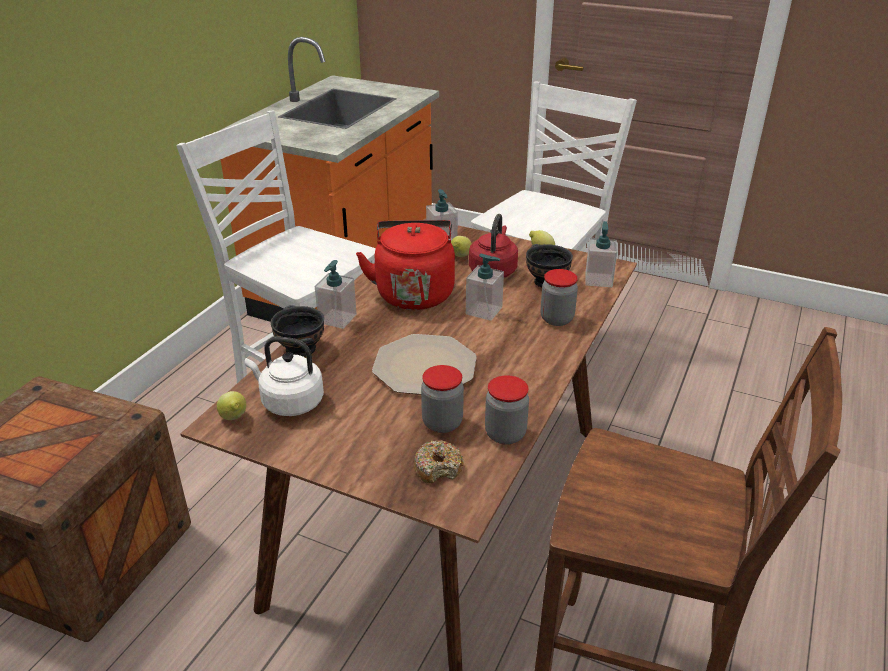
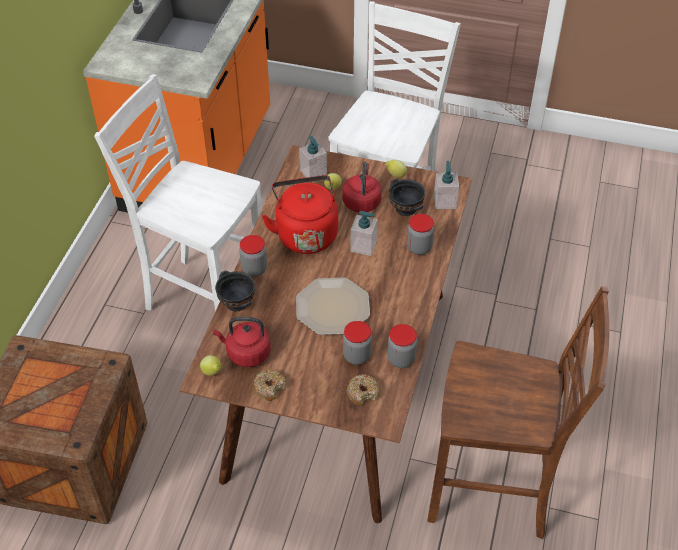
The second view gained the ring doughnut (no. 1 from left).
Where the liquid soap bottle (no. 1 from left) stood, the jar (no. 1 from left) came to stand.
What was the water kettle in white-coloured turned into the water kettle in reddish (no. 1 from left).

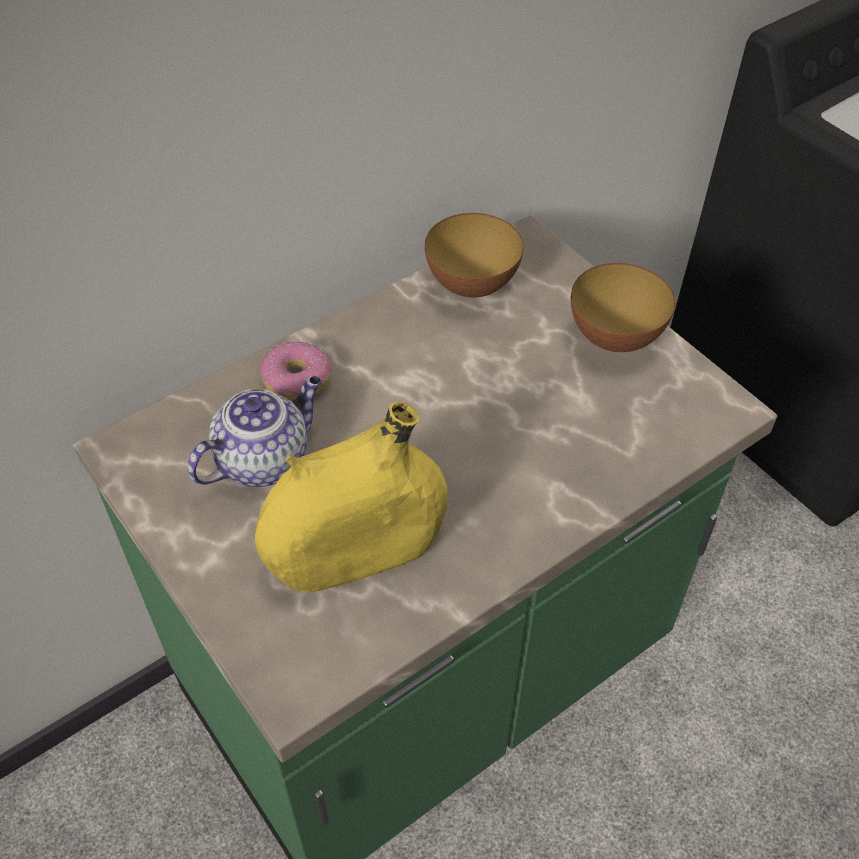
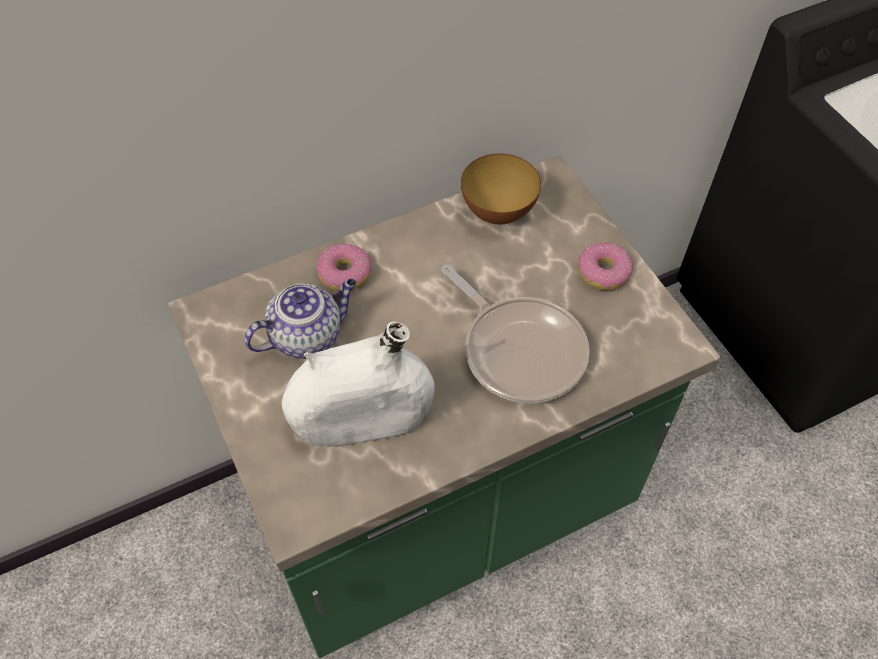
The second view gained the frying pan.
Where the bowl (no. 2 from left) stood, the ring doughnut (no. 2 from left) came to stand.
What was the flower vase in yellowish turned into the flower vase in white-coloured.

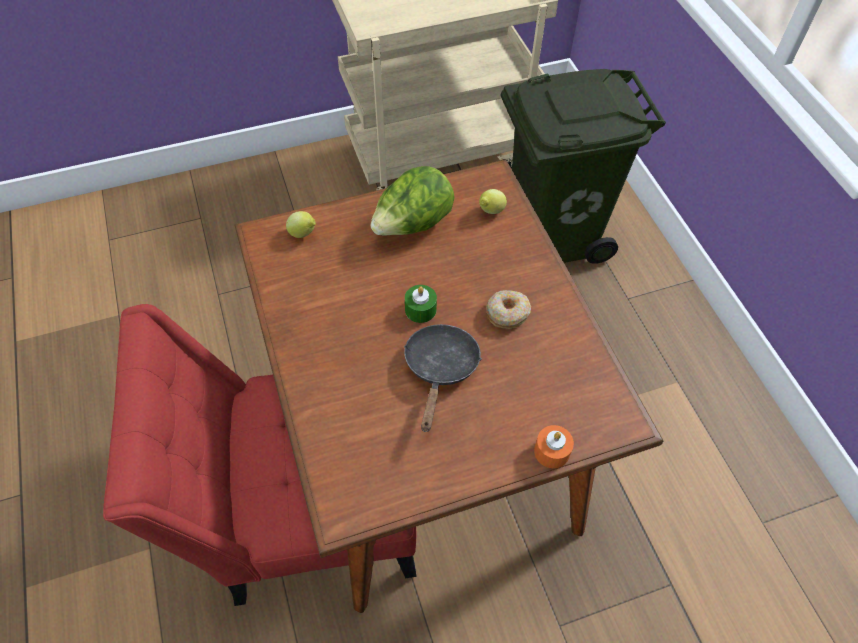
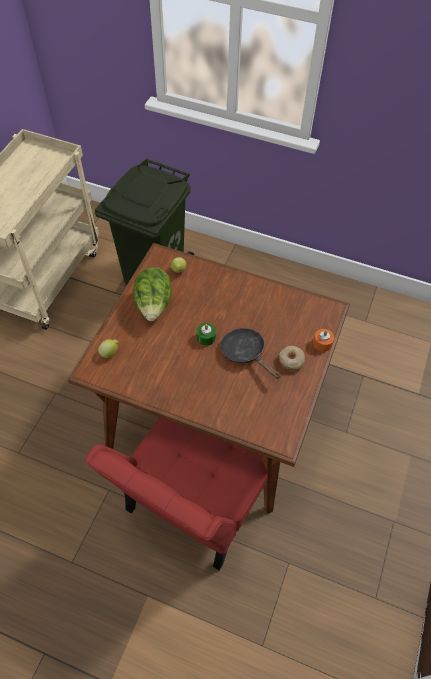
The ring doughnut ended up elsewhere.

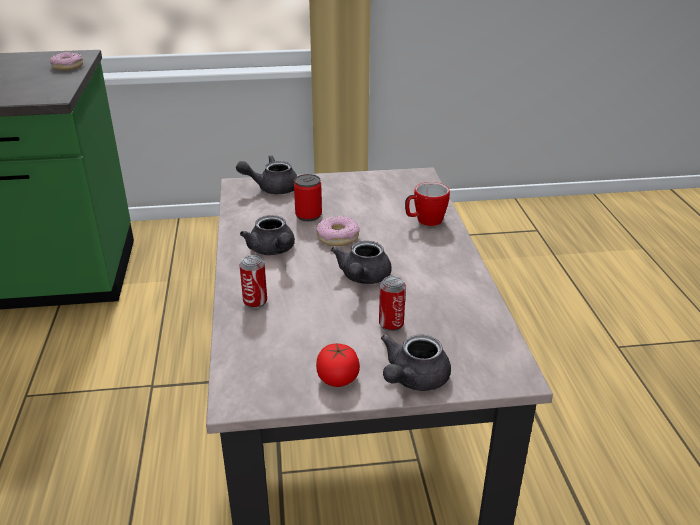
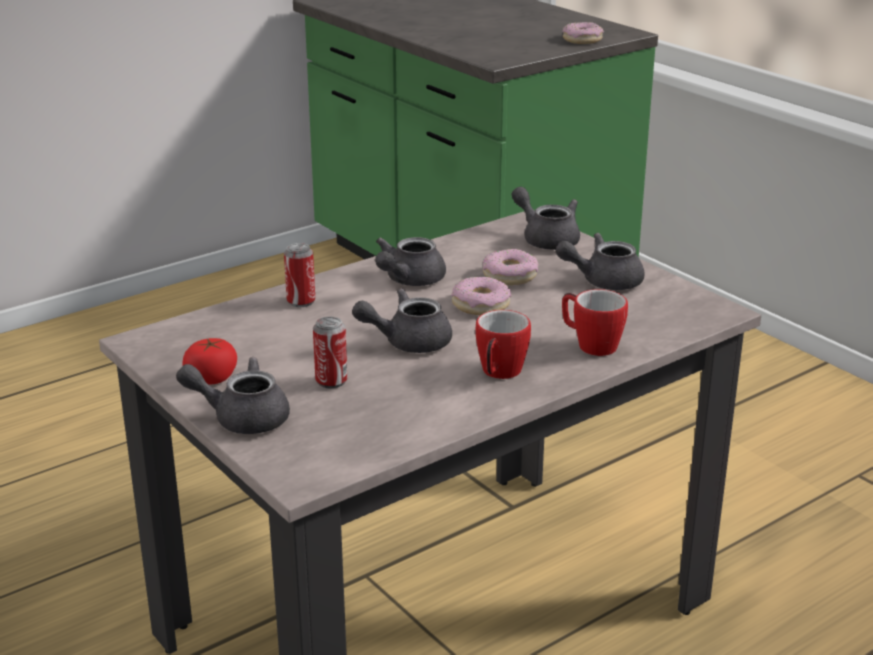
The second view gained the coffee mug (no. 1 from left).
The second view gained the pot for tea in greyish (no. 5 from left).
Where the sealed can (no. 2 from left) stood, the ring doughnut (no. 2 from left) came to stand.

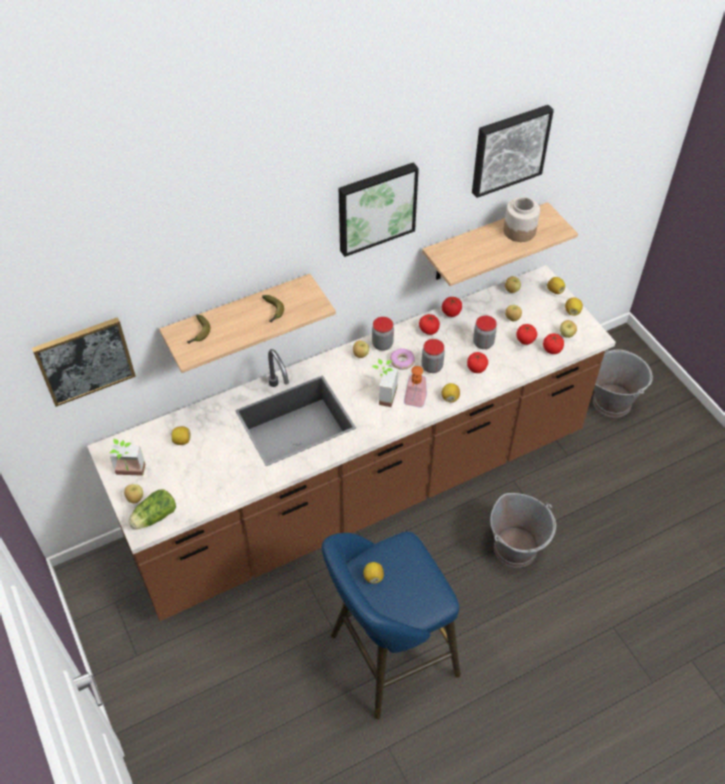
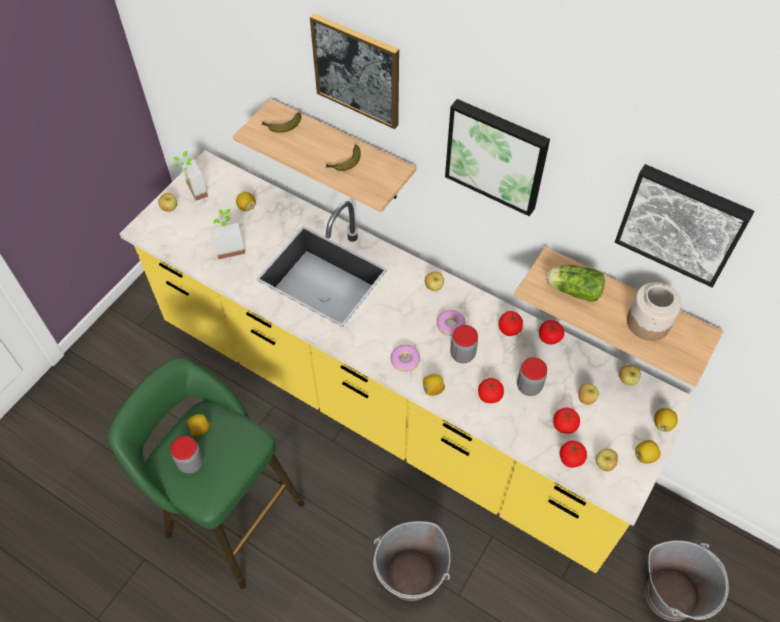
The wall picture (no. 1 from left) ended up elsewhere.
The head of lettuce ended up elsewhere.
The jar (no. 1 from left) ended up elsewhere.
The potted plant (no. 2 from left) ended up elsewhere.
Where the liquid soap bottle stood, the ring doughnut (no. 1 from left) came to stand.
What was the kitchen counter in brown turned into the kitchen counter in yellowish.
What was the sitting stool in blue turned into the sitting stool in green-coloured.

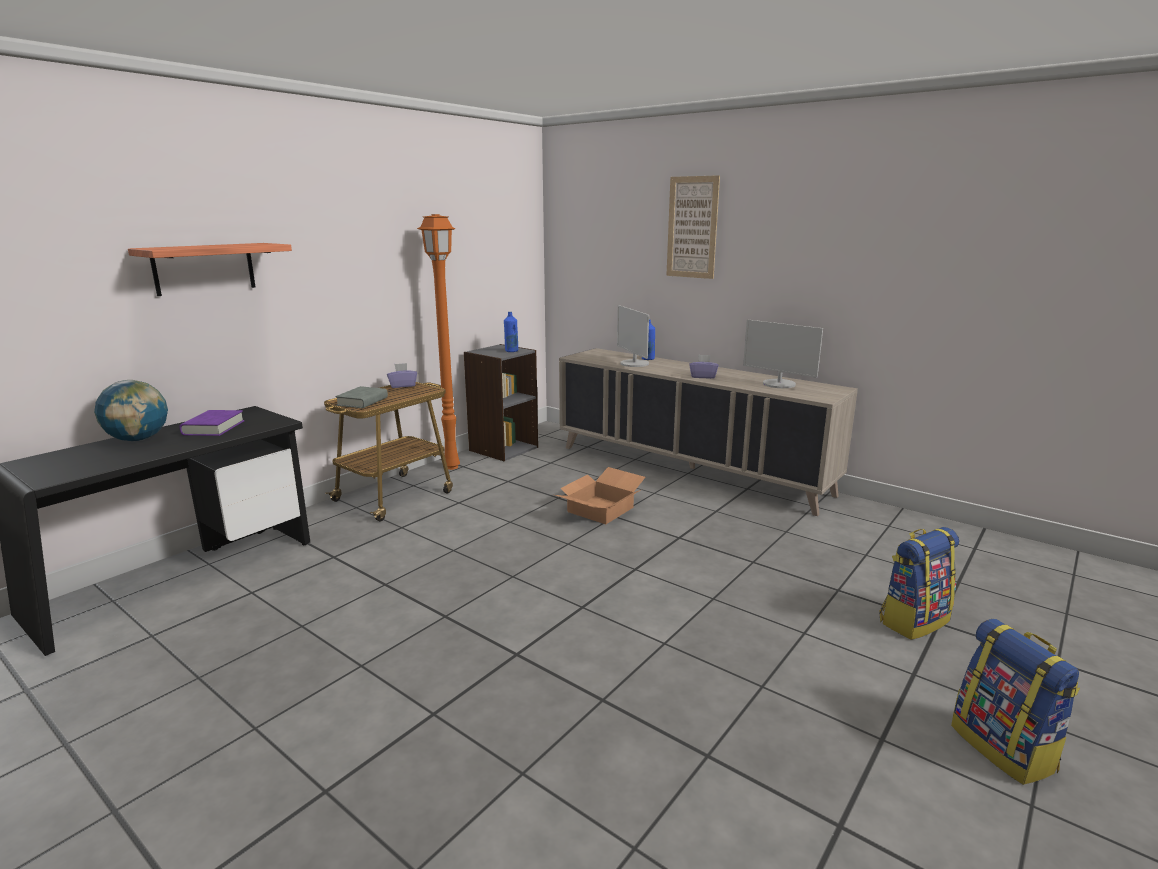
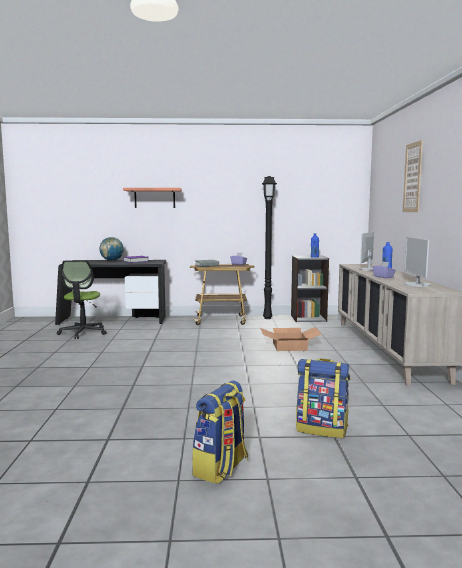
The second view gained the desk chair.
What was the standard lamp in orange turned into the standard lamp in black.

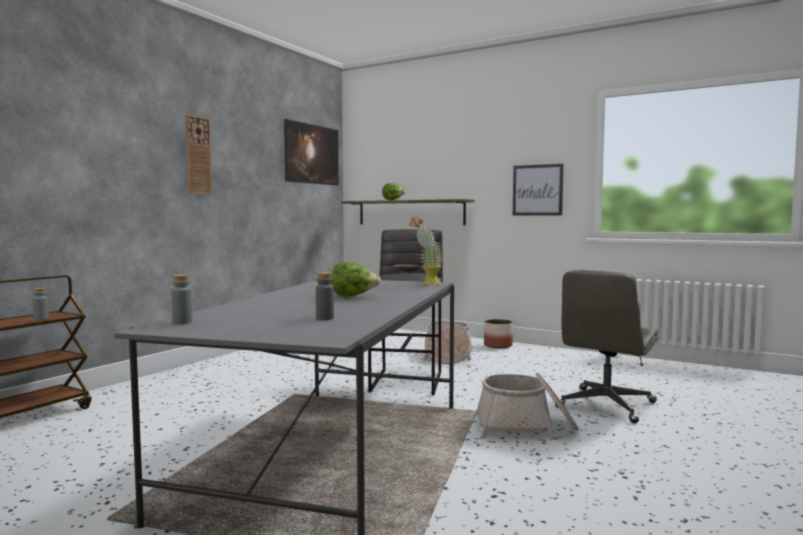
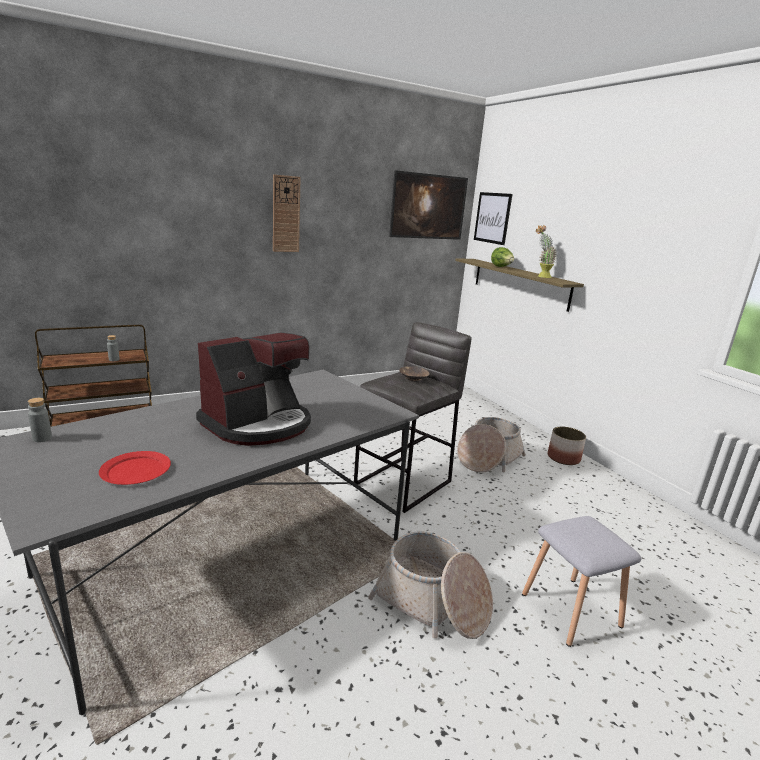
The potted plant ended up elsewhere.
The wall picture (no. 2 from left) ended up elsewhere.
Where the beverage bottle in greyish (no. 3 from left) stood, the plate in reddish came to stand.
Where the head of lettuce (no. 1 from left) stood, the coffee maker came to stand.
Where the desk chair in greyish stood, the sitting stool in greyish (no. 2 from left) came to stand.

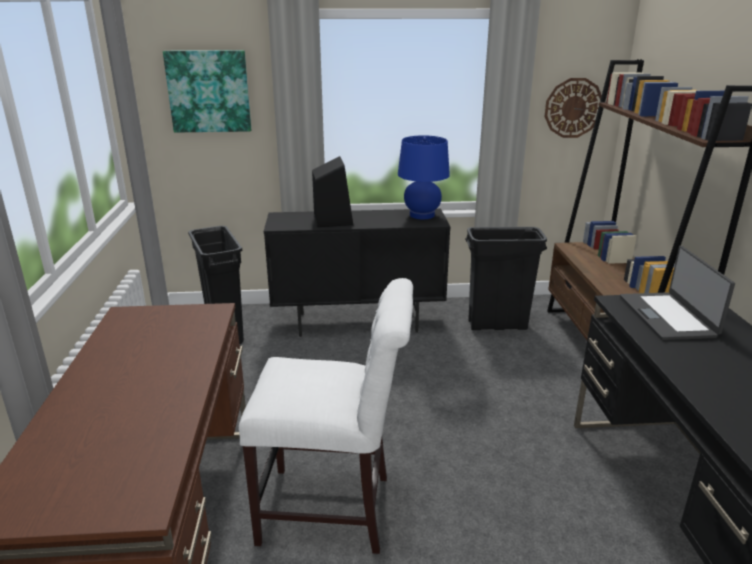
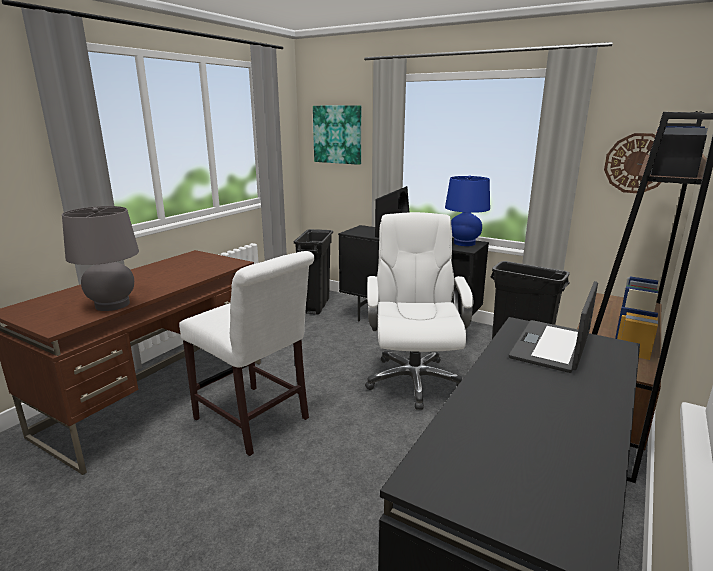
The second view gained the tabletop lamp in greyish.
The second view gained the desk chair in white-coloured.

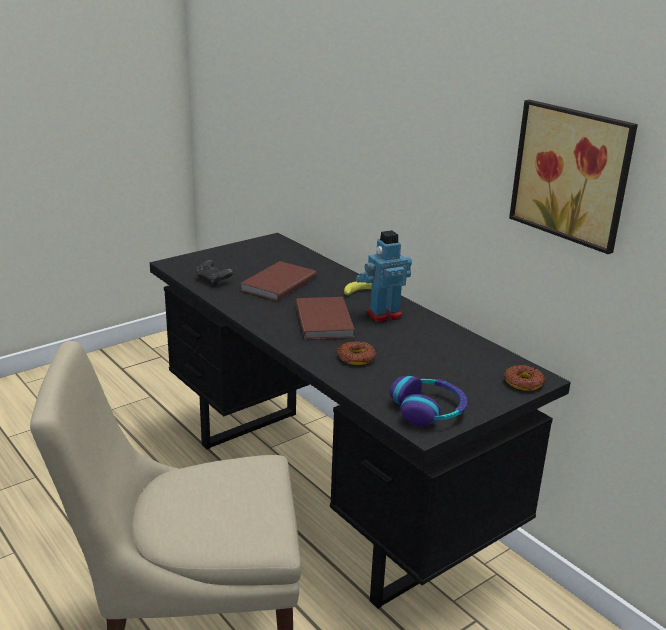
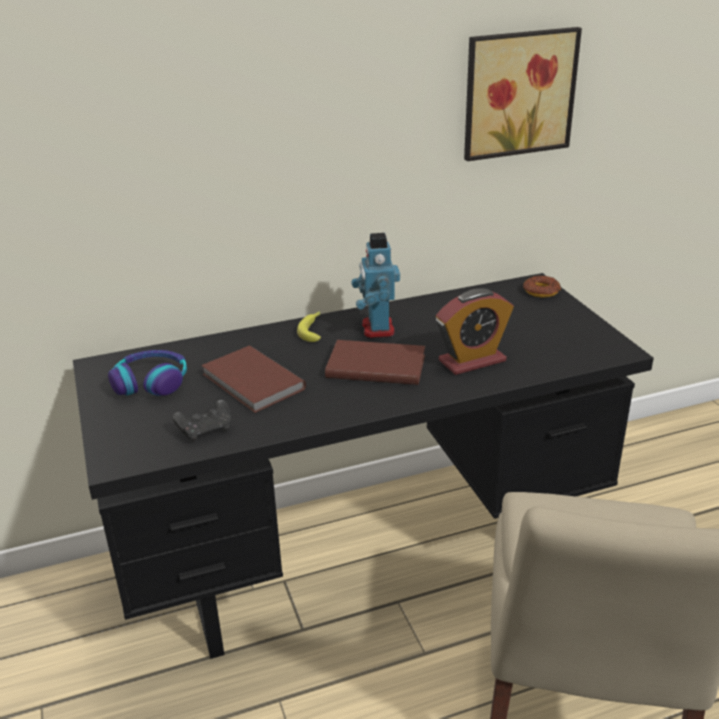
The headphones ended up elsewhere.
Where the ring doughnut (no. 1 from left) stood, the alarm clock came to stand.

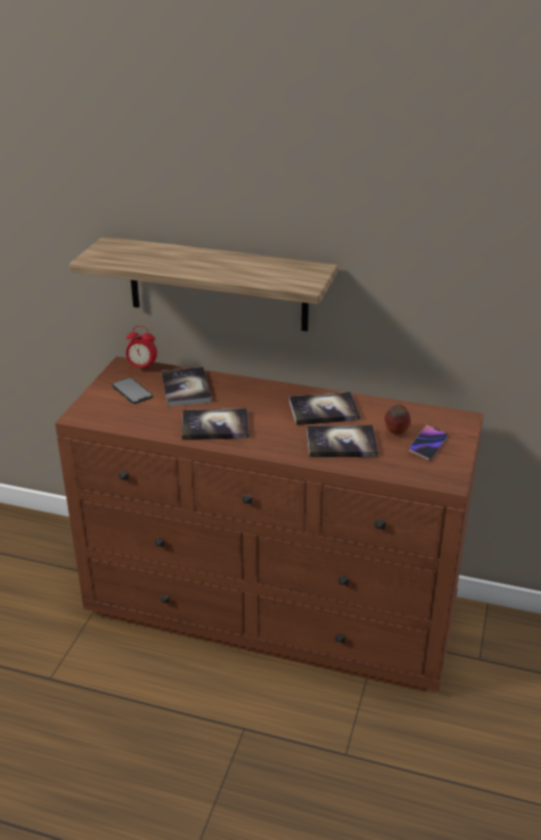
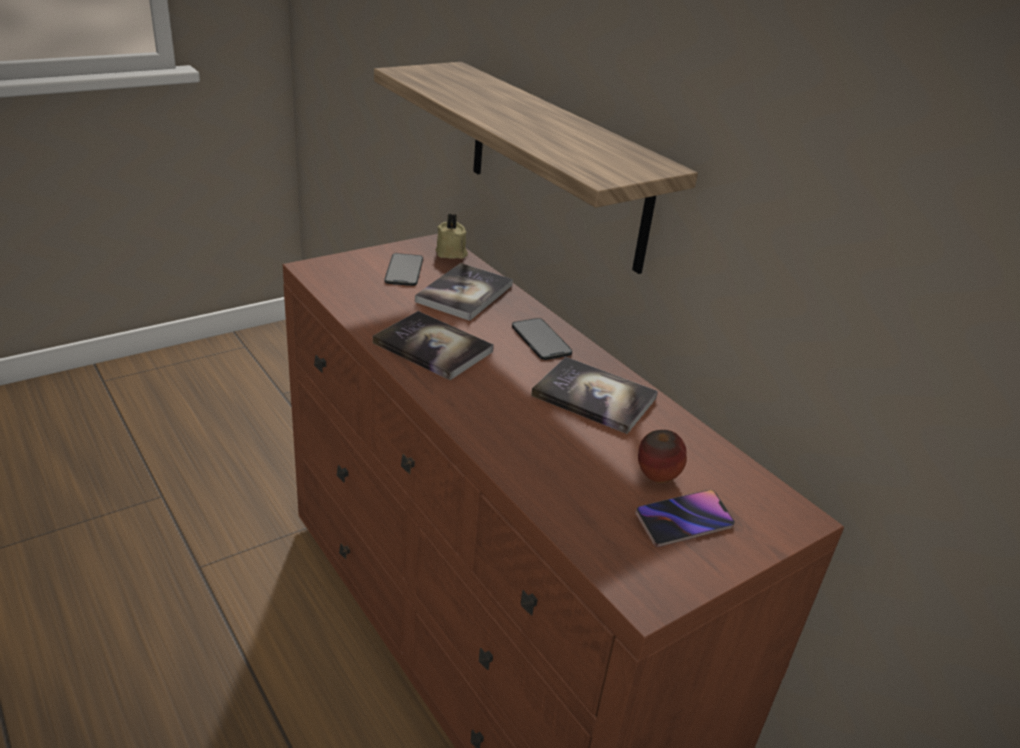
The second view lost the book (no. 4 from left).
The second view gained the handset (no. 2 from left).
Where the alarm clock stood, the wax candle in beige-coloured came to stand.

